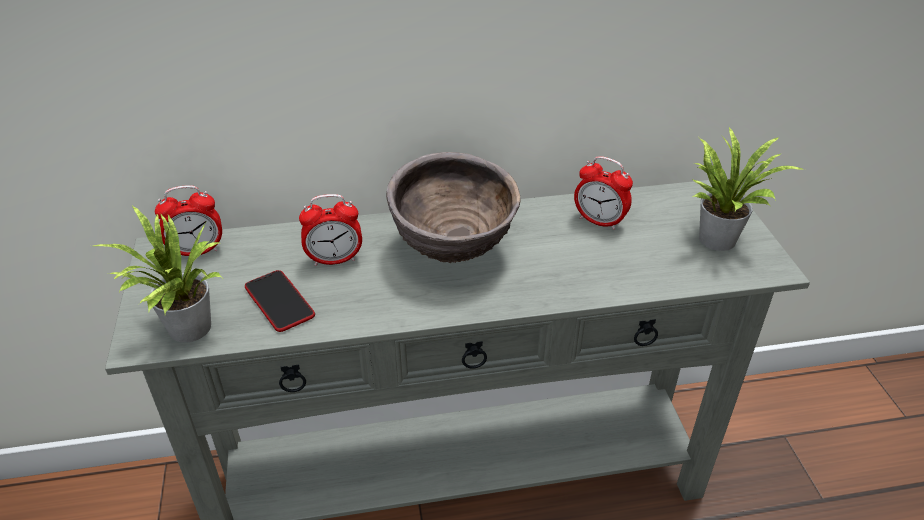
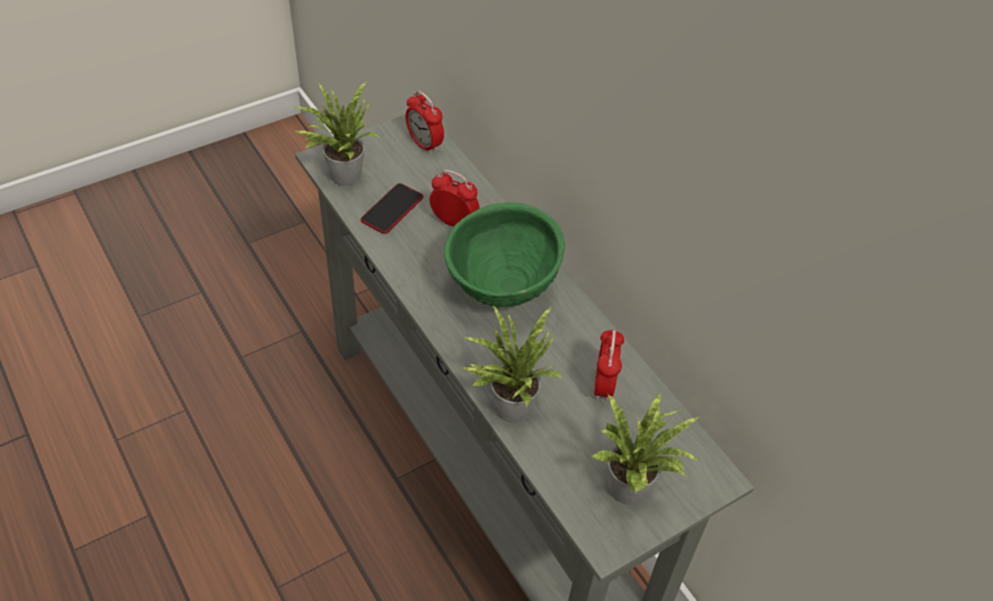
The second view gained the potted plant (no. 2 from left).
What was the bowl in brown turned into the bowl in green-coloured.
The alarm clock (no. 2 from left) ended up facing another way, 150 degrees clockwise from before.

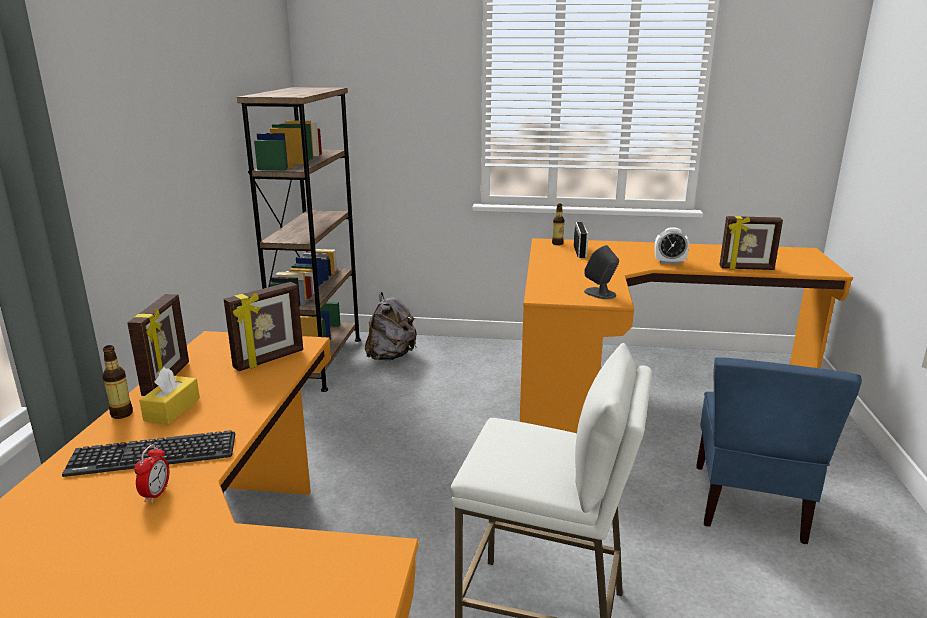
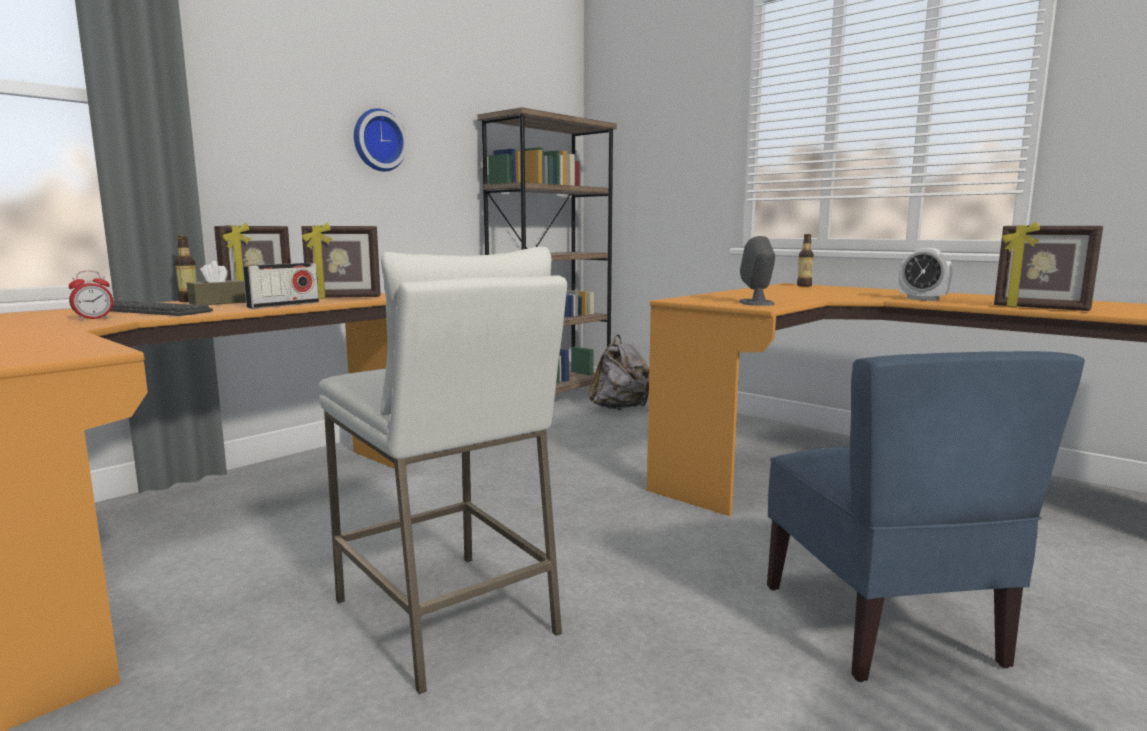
The second view gained the clock on the wall.
The radio ended up elsewhere.
What was the box of tissues in yellowish turned into the box of tissues in brown.
The plain chair in blue ended up facing another way, 60 degrees counterclockwise from before.

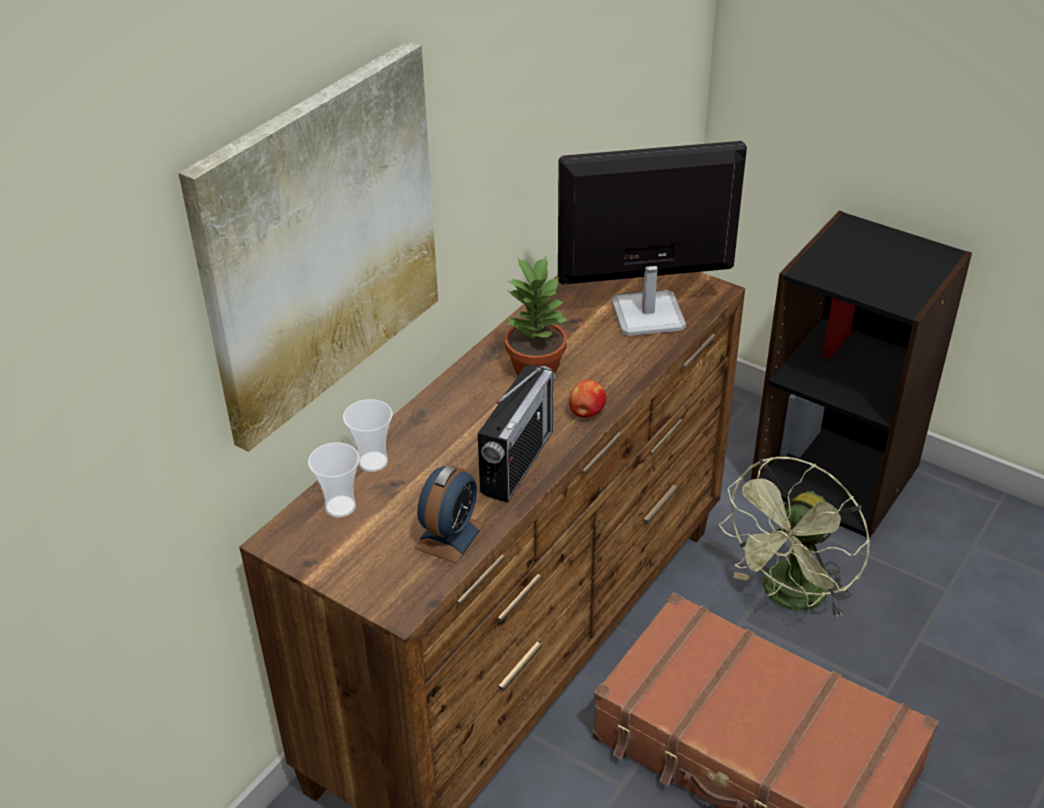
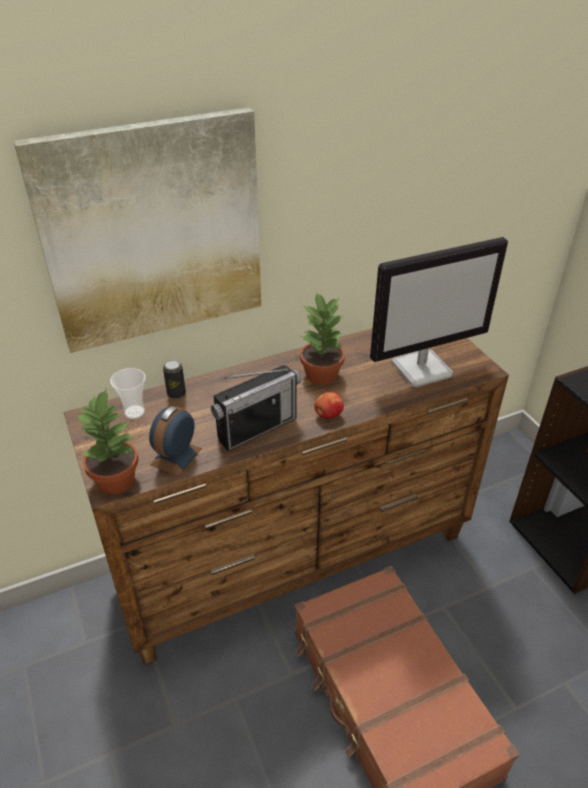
The second view lost the electric fan in green-coloured.
The second view gained the potted plant (no. 1 from left).
Where the drinking cup (no. 2 from left) stood, the sealed can came to stand.
The alarm clock ended up facing another way, 150 degrees clockwise from before.
The monitor ended up facing another way, 135 degrees clockwise from before.

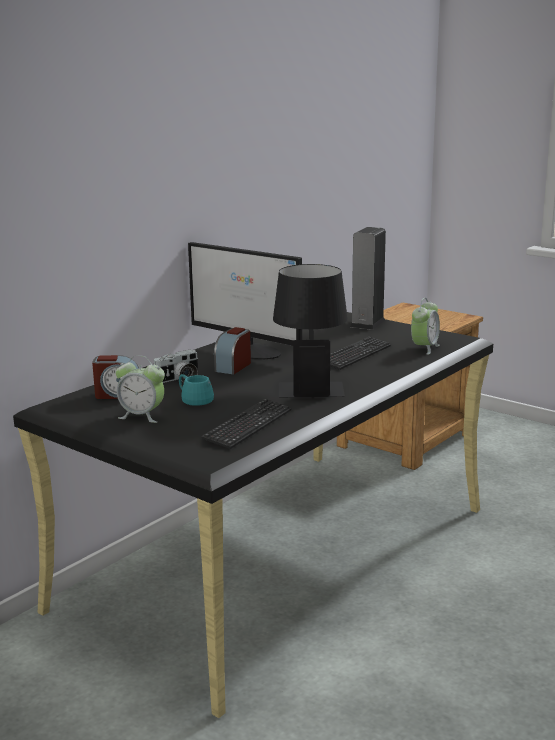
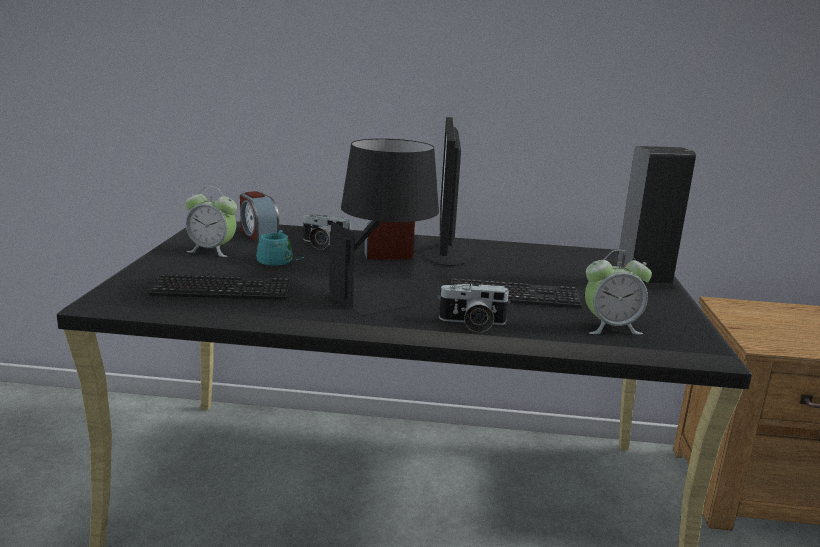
The second view gained the still camera (no. 2 from left).
The alarm clock (no. 2 from left in the first image) ended up facing another way, 60 degrees counterclockwise from before.

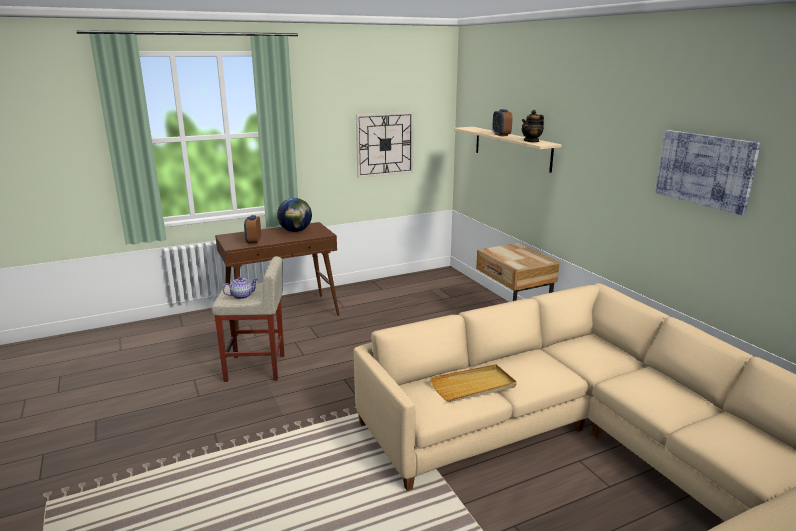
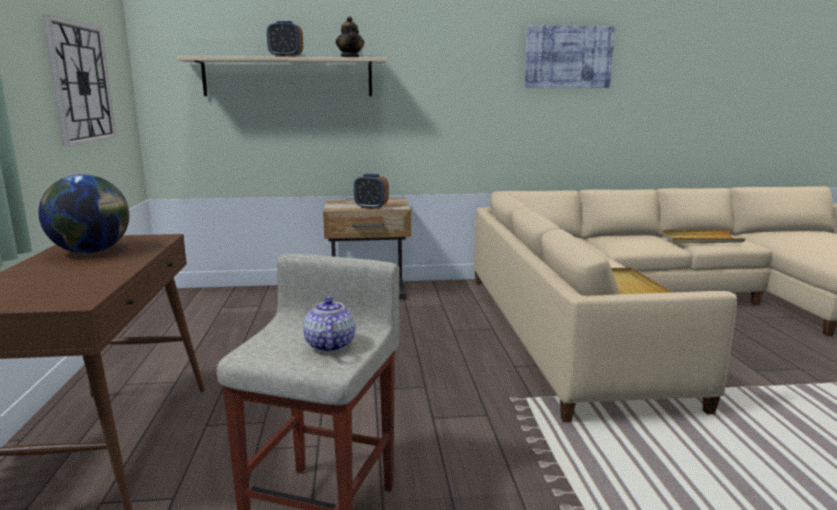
The second view gained the tray in beige-coloured (no. 2 from left).
The alarm clock (no. 1 from left in the first image) ended up elsewhere.

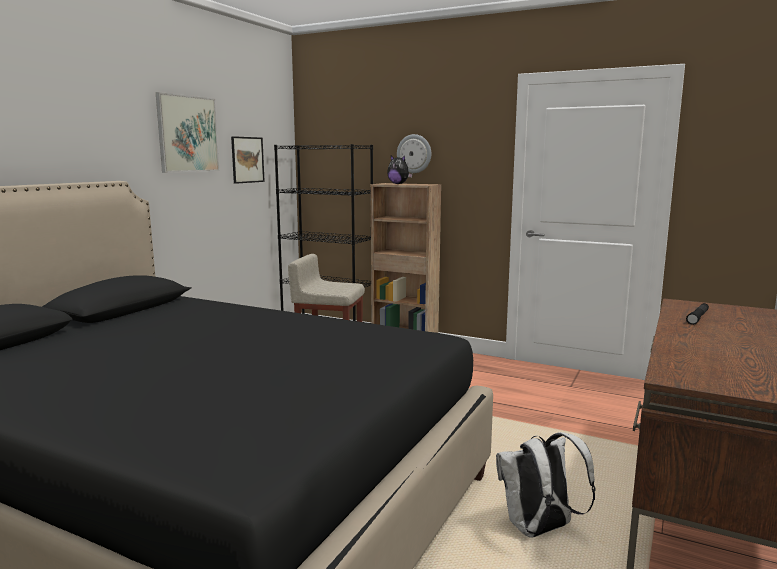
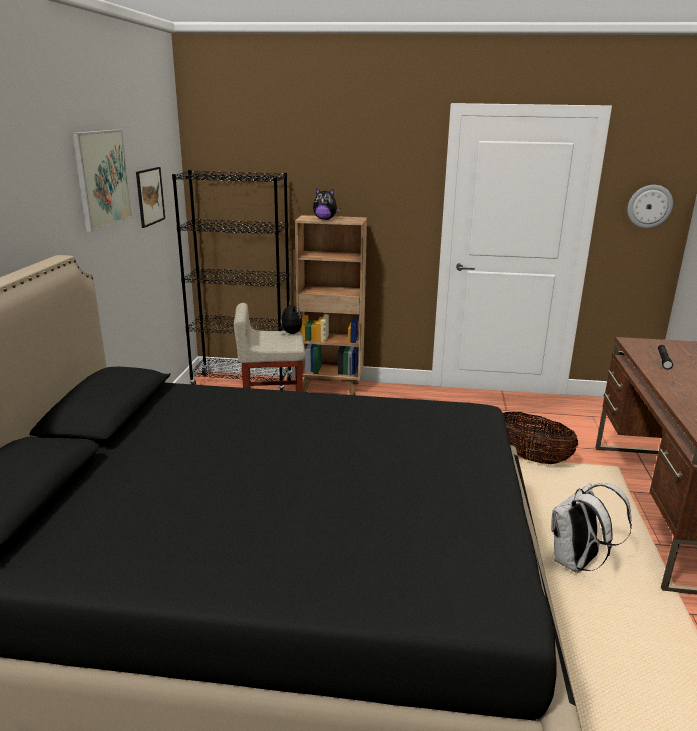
The second view gained the plush toy (no. 1 from left).
The second view gained the storage basket.
The clock on the wall ended up elsewhere.

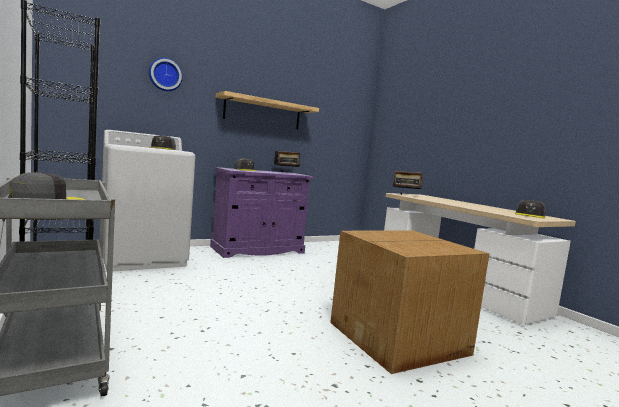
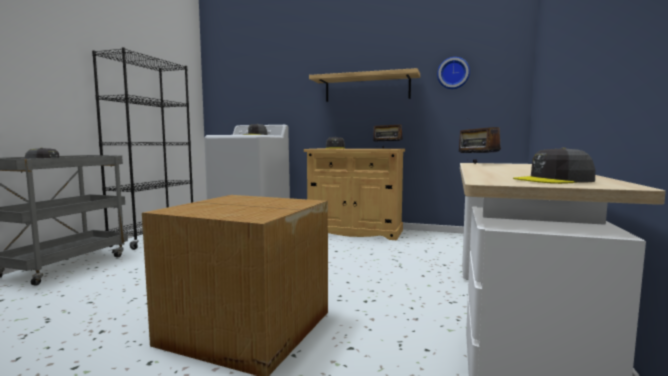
The clock on the wall ended up elsewhere.
What was the cabinet in purplish turned into the cabinet in beige-coloured.

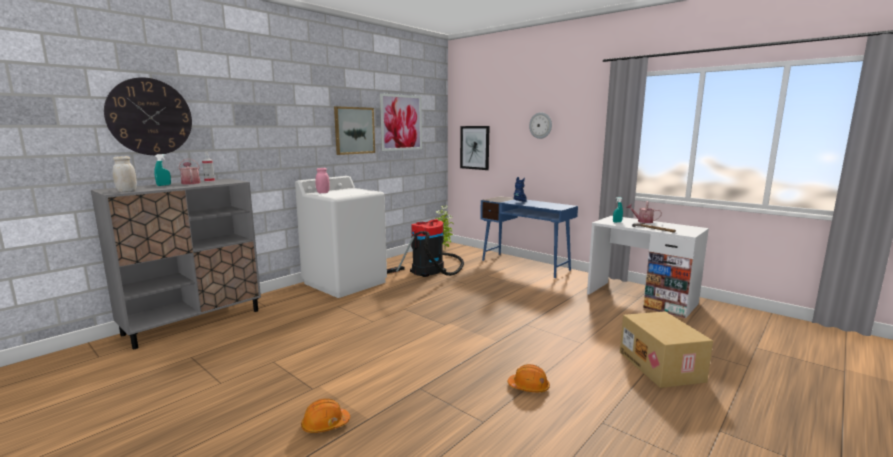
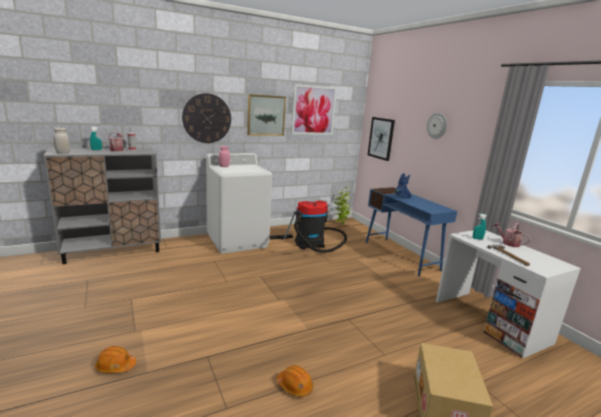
The clock on the wall (no. 1 from left) ended up elsewhere.

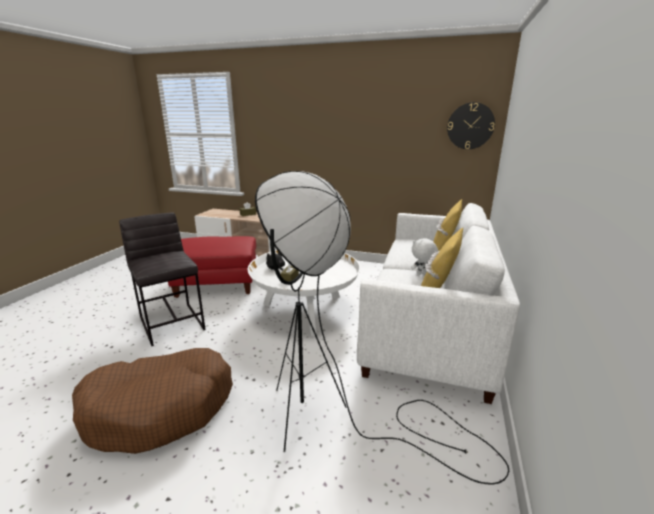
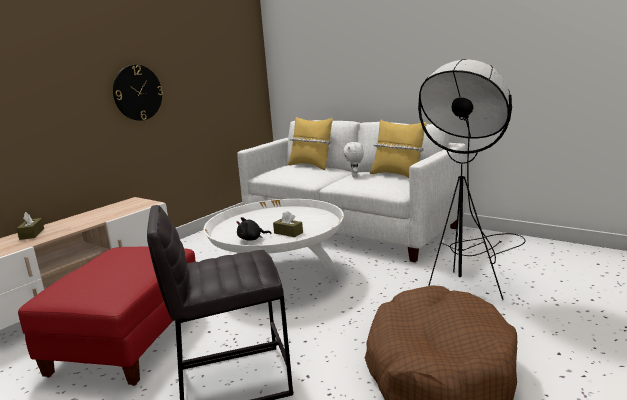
The clock on the wall ended up elsewhere.

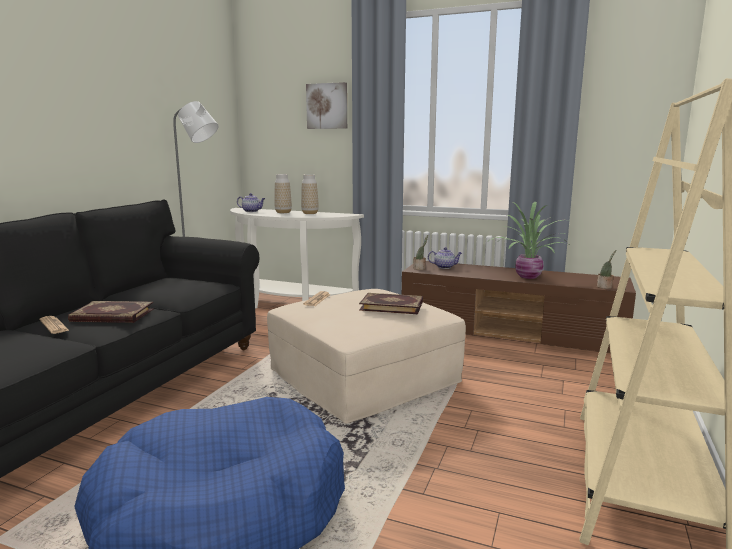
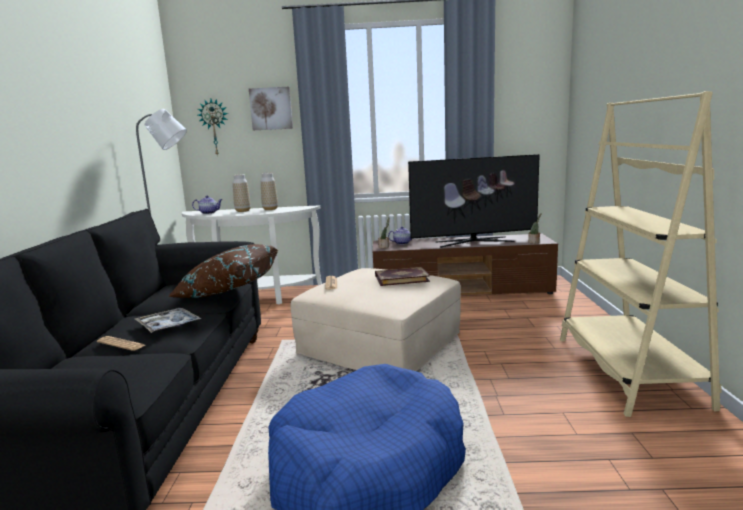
The second view gained the throw pillow in brown.
The second view gained the clock on the wall.
Where the book (no. 1 from left) stood, the tray came to stand.
Where the potted plant (no. 2 from left) stood, the TV came to stand.

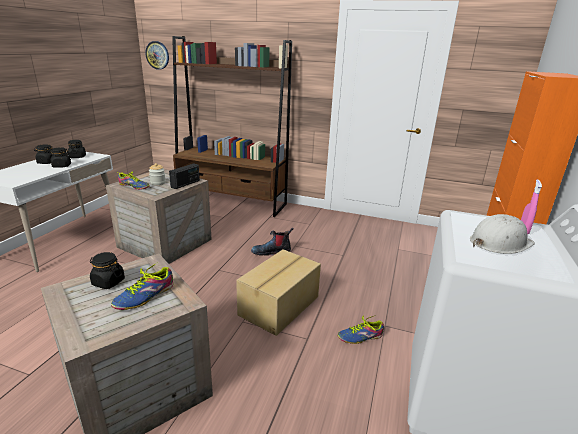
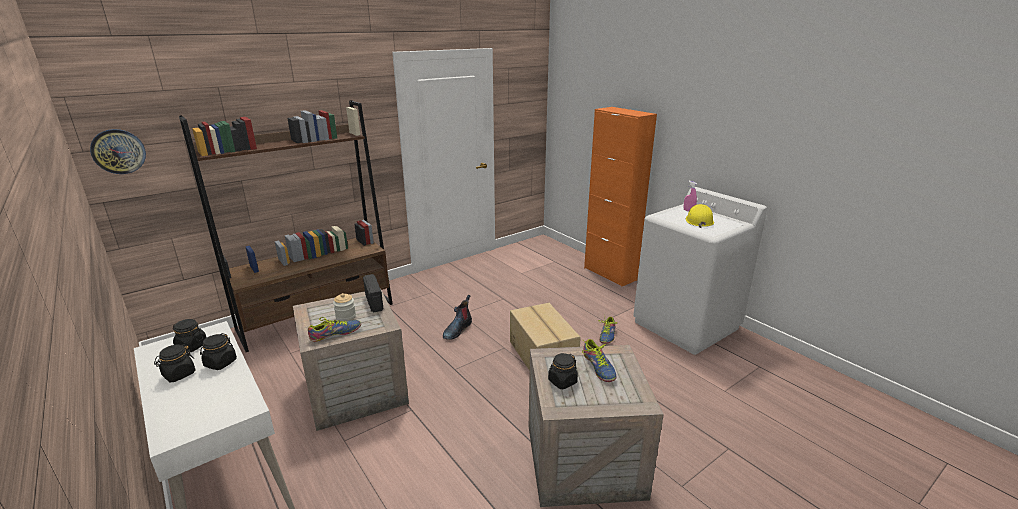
What was the work helmet in white-coloured turned into the work helmet in yellowish.

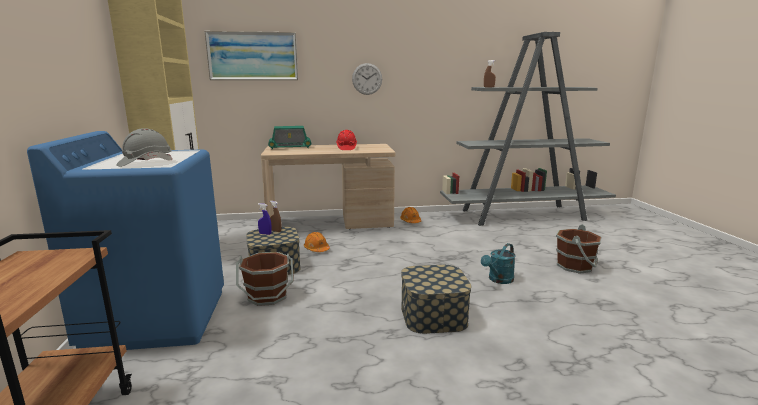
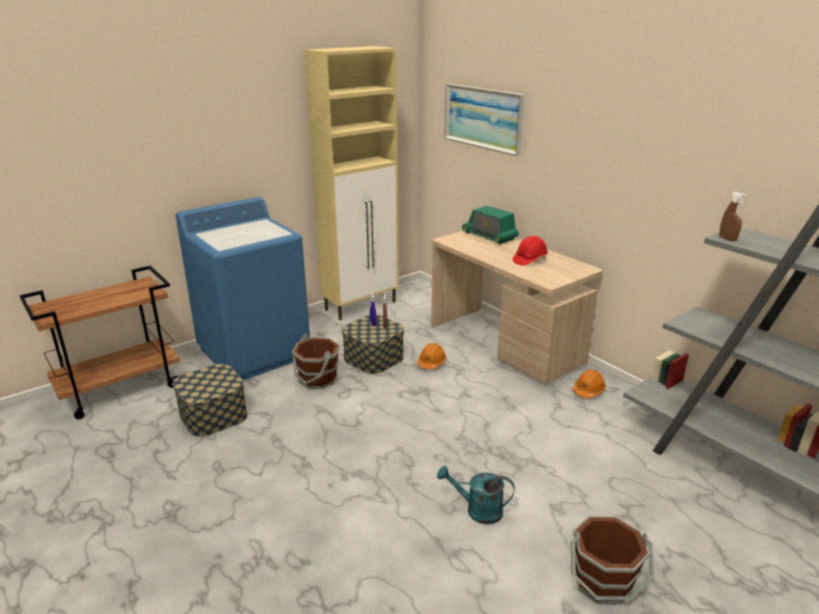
The second view lost the work helmet in greyish.
The second view lost the clock on the wall.
The storage container (no. 2 from left in the first image) ended up elsewhere.

